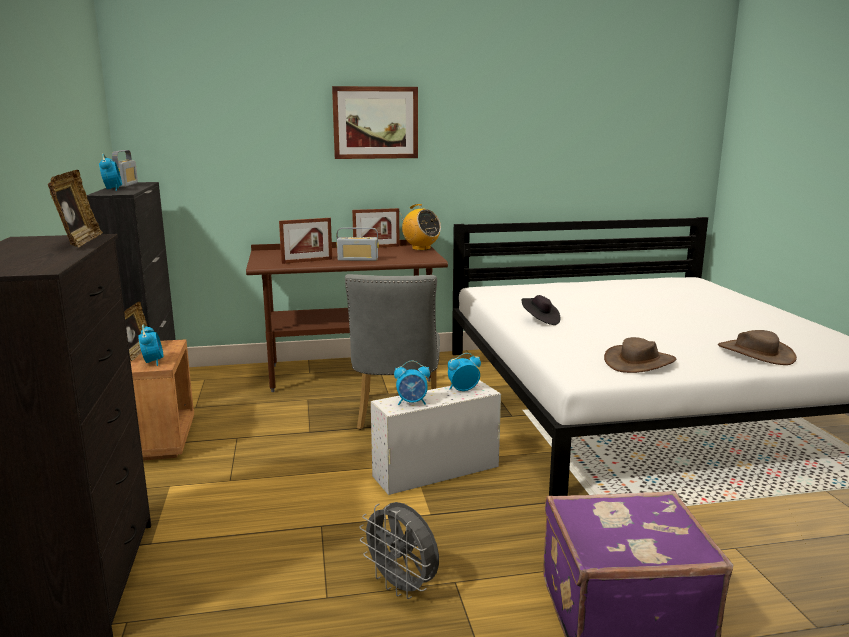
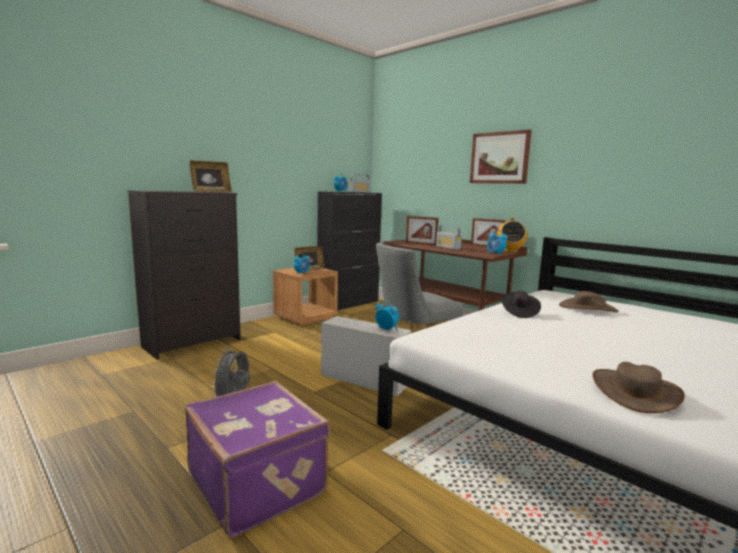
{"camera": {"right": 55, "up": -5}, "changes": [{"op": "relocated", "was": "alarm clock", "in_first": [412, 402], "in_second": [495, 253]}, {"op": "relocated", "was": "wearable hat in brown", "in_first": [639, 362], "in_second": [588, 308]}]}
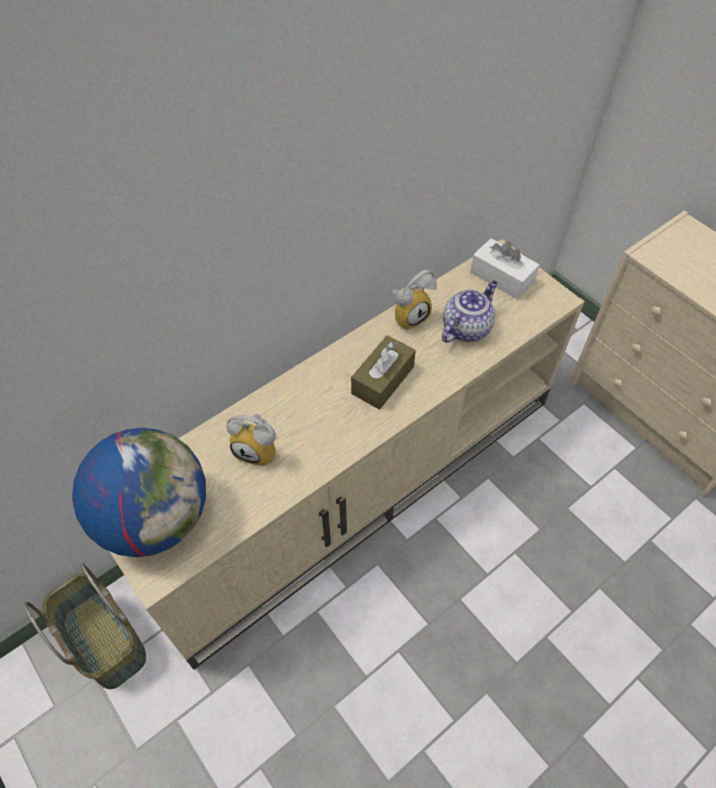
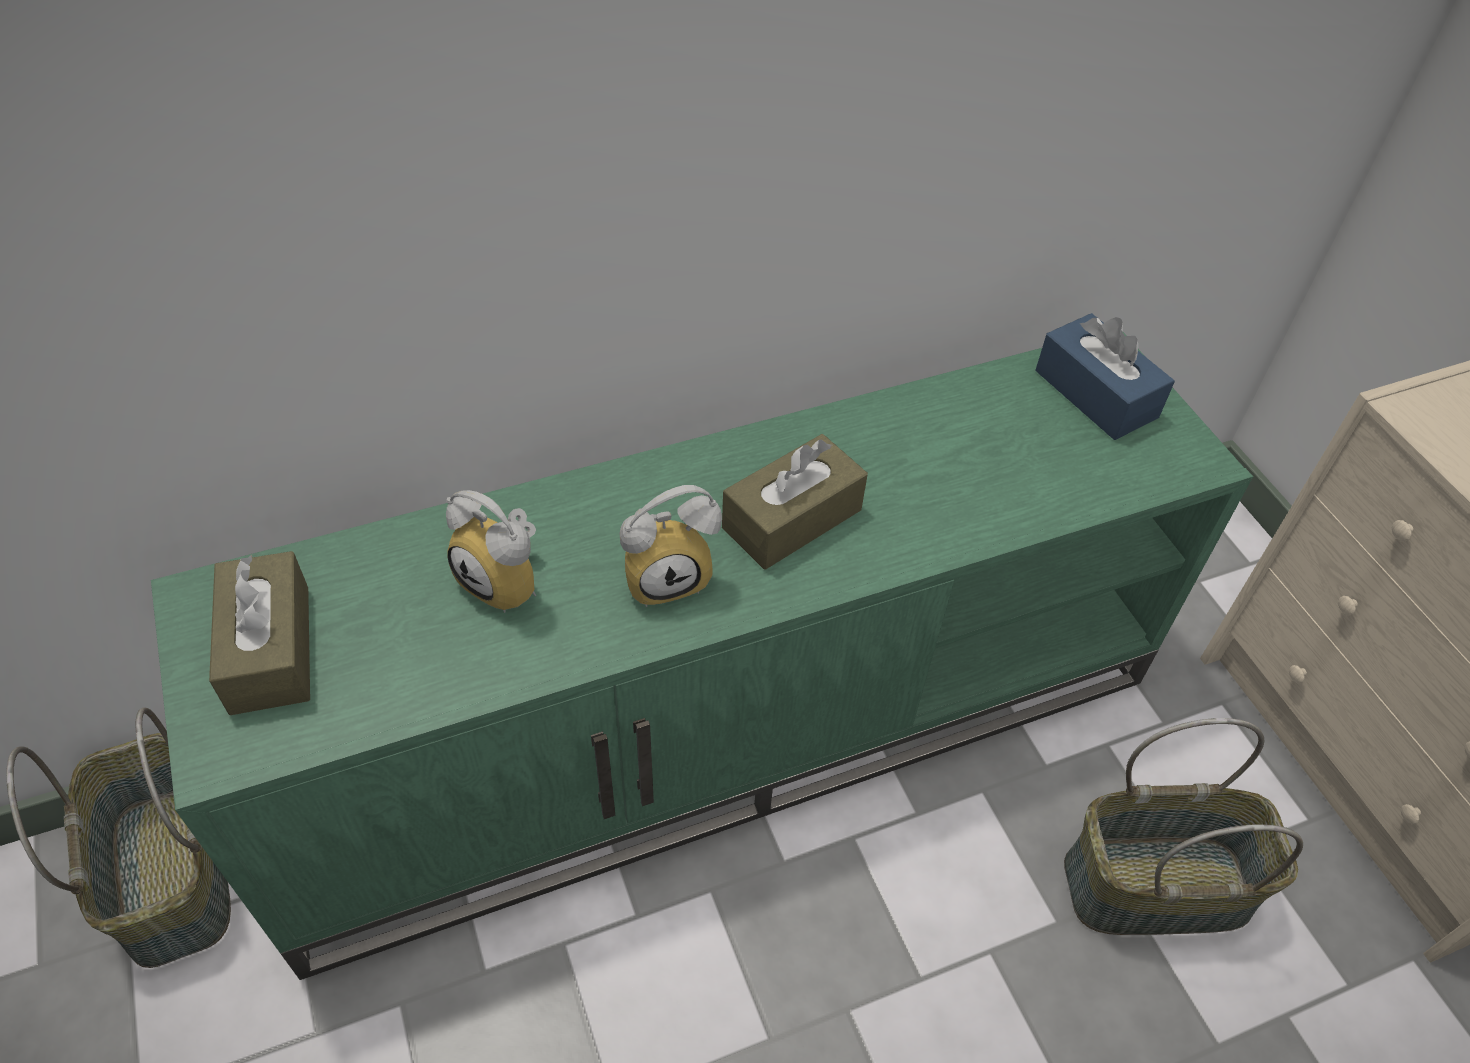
{"camera": {"right": 15, "up": -5}, "changes": [{"op": "missing", "was": "teapot", "in_first": [466, 328]}, {"op": "appeared", "now": "household basket", "in_second": [1157, 883]}, {"op": "relocated", "was": "alarm clock", "in_first": [409, 315], "in_second": [668, 575]}, {"op": "exchanged", "was": "globe", "now": "box of tissues in brown", "in_first": [156, 517], "in_second": [270, 649]}, {"op": "colour", "was": "media console in sand-coloured", "now": "media console in green-coloured", "in_first": [356, 481], "in_second": [725, 725]}, {"op": "colour", "was": "box of tissues in white", "now": "box of tissues in blue", "in_first": [502, 277], "in_second": [1095, 394]}]}
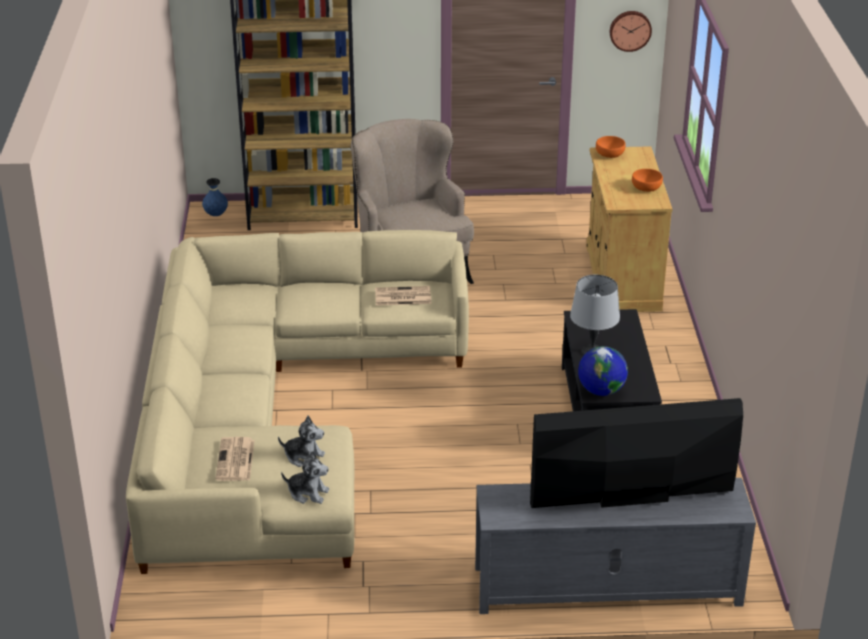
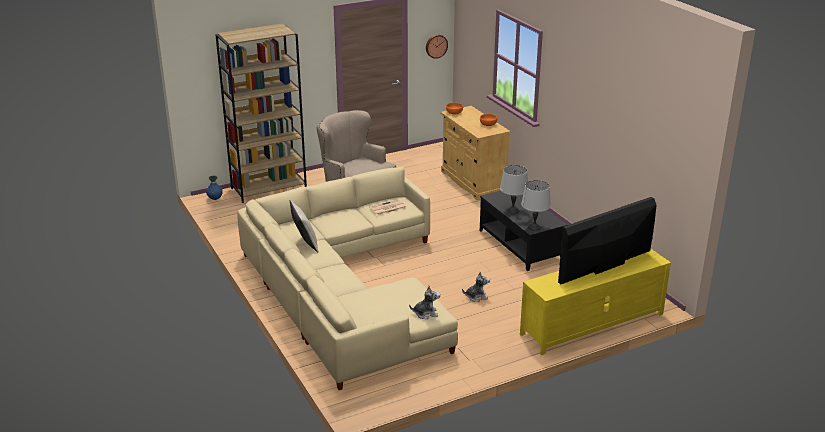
{"camera": {"right": -25, "up": -5}, "changes": [{"op": "missing", "was": "newspaper", "in_first": [235, 460]}, {"op": "appeared", "now": "cushion in sand-coloured", "in_second": [305, 243]}, {"op": "relocated", "was": "plush toy", "in_first": [304, 457], "in_second": [476, 297]}, {"op": "exchanged", "was": "globe", "now": "table lamp in gray", "in_first": [601, 391], "in_second": [534, 227]}, {"op": "colour", "was": "media console in gray", "now": "media console in yellow-coloured", "in_first": [606, 586], "in_second": [591, 324]}]}
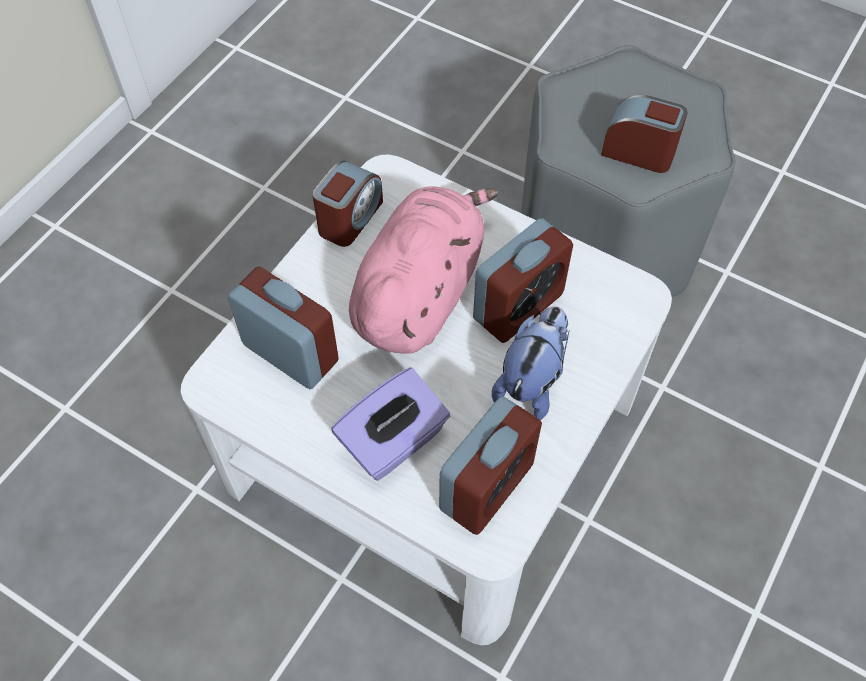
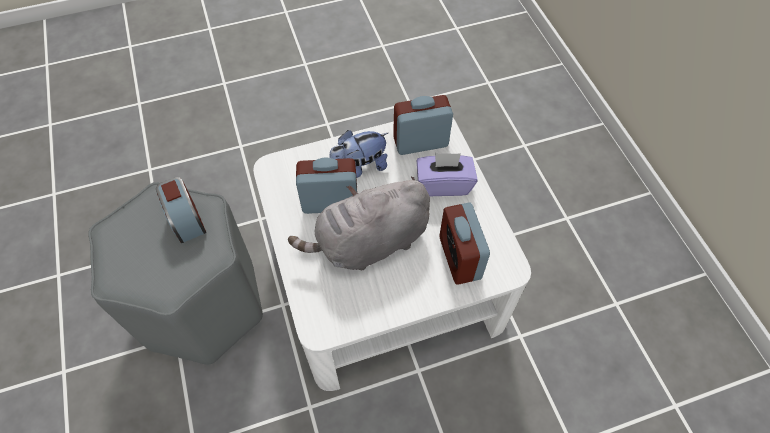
{"camera": {"right": -140, "up": 0}, "changes": [{"op": "missing", "was": "alarm clock", "in_first": [350, 218]}, {"op": "colour", "was": "plush toy in pink-coloured", "now": "plush toy in gray", "in_first": [420, 292], "in_second": [368, 243]}]}
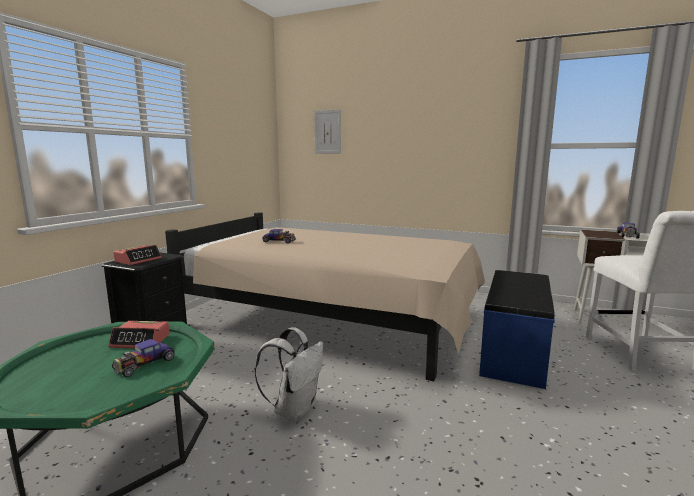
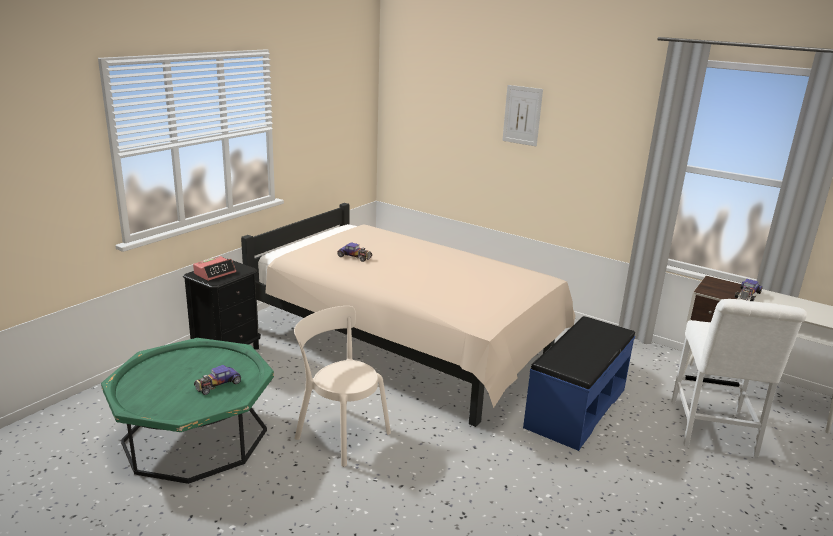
{"camera": {"right": 10, "up": 10}, "changes": [{"op": "missing", "was": "alarm clock", "in_first": [141, 341]}, {"op": "relocated", "was": "picture", "in_first": [327, 132], "in_second": [522, 115]}, {"op": "exchanged", "was": "knapsack in white", "now": "plain chair in sand-coloured", "in_first": [295, 409], "in_second": [339, 433]}]}
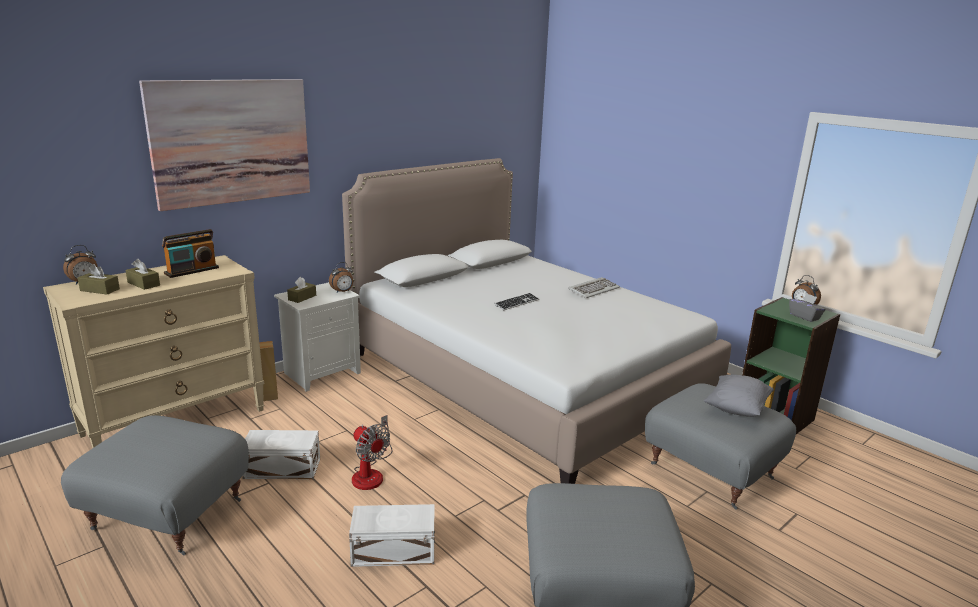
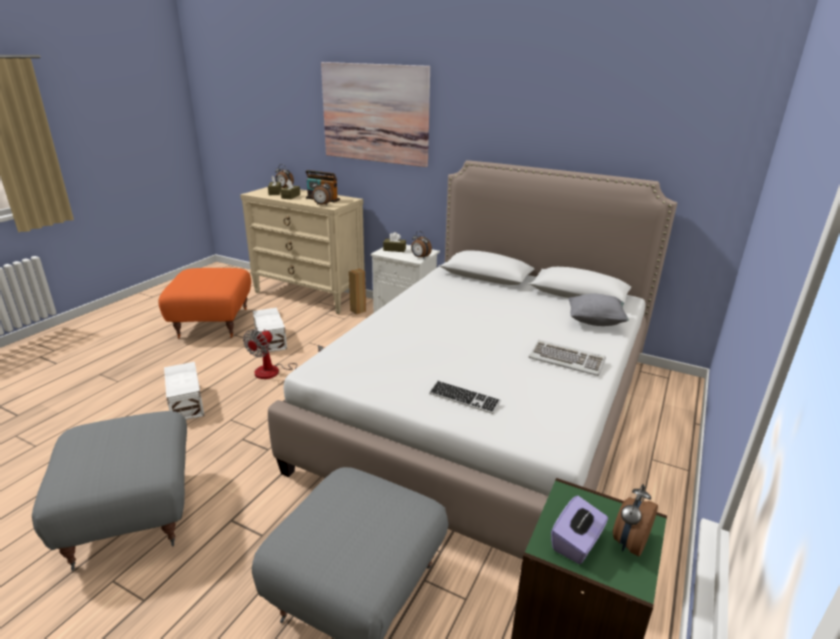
{"camera": {"right": 70, "up": 5}, "changes": [{"op": "appeared", "now": "alarm clock", "in_second": [322, 205]}, {"op": "relocated", "was": "computer keyboard", "in_first": [517, 303], "in_second": [464, 398]}, {"op": "relocated", "was": "cushion in gray", "in_first": [736, 408], "in_second": [595, 321]}, {"op": "colour", "was": "footrest in gray", "now": "footrest in orange", "in_first": [167, 515], "in_second": [213, 323]}, {"op": "colour", "was": "box of tissues in gray", "now": "box of tissues in purple", "in_first": [804, 317], "in_second": [576, 543]}]}
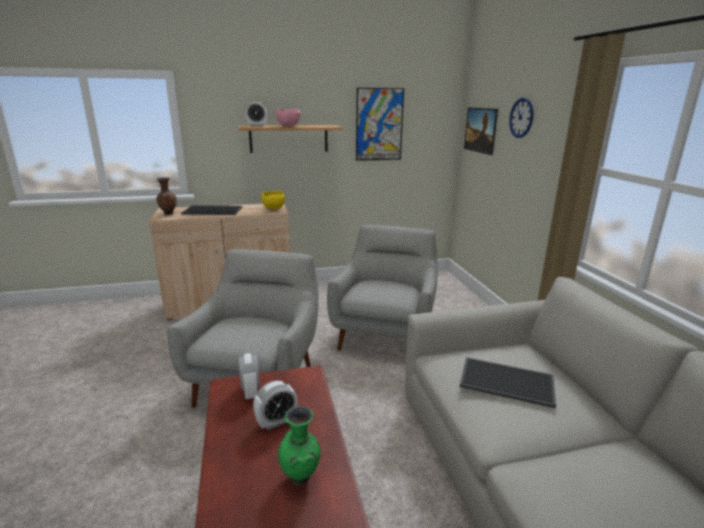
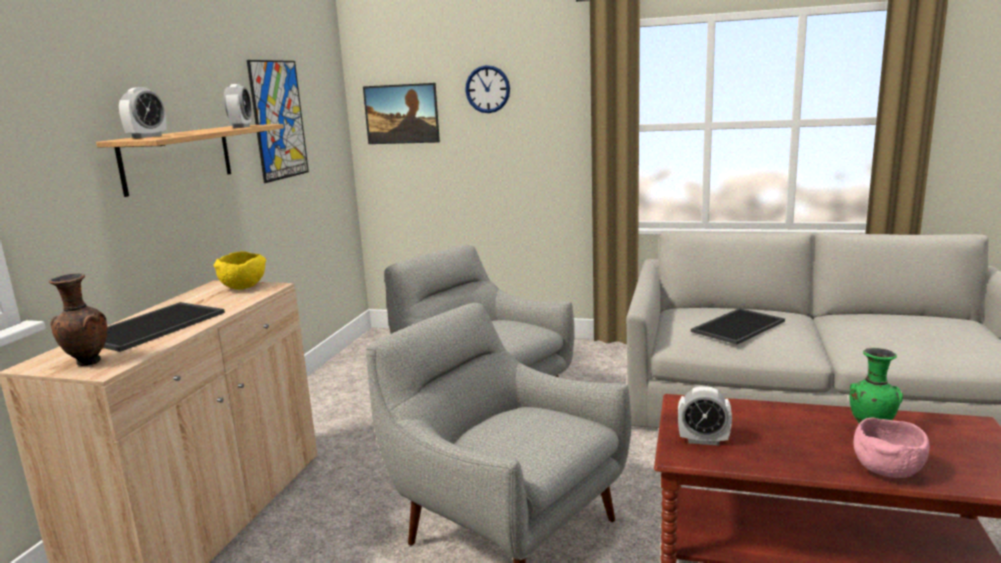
{"camera": {"right": -60, "up": -5}, "changes": [{"op": "relocated", "was": "alarm clock", "in_first": [276, 422], "in_second": [241, 127]}, {"op": "relocated", "was": "bowl in pink-coloured", "in_first": [289, 126], "in_second": [887, 471]}]}
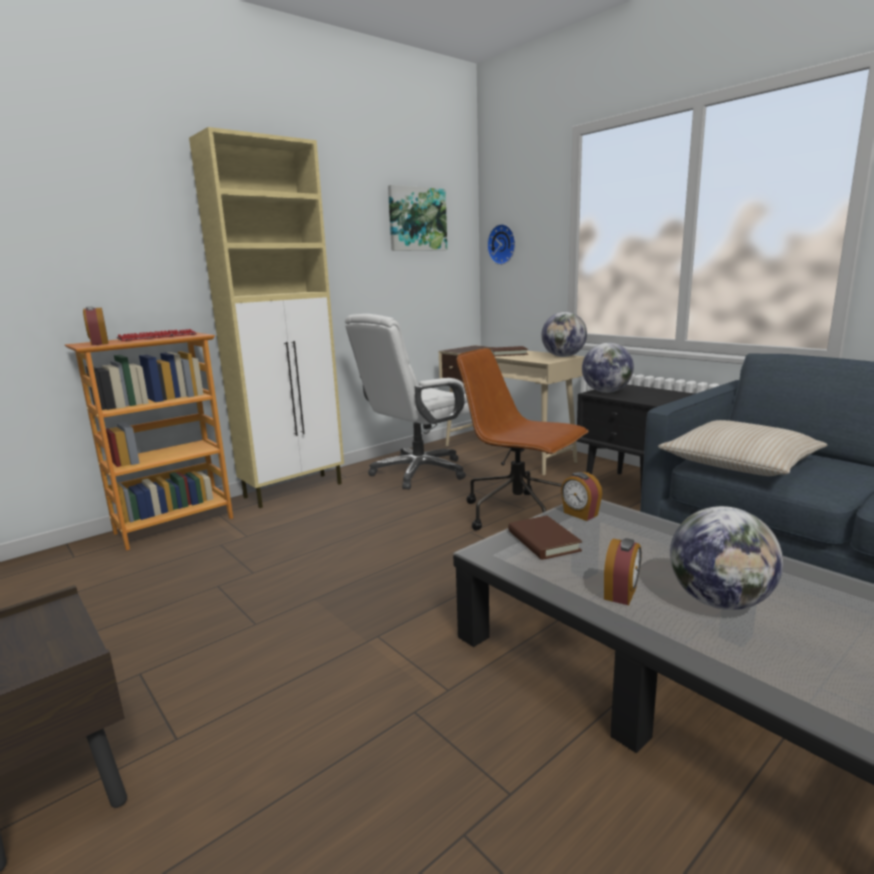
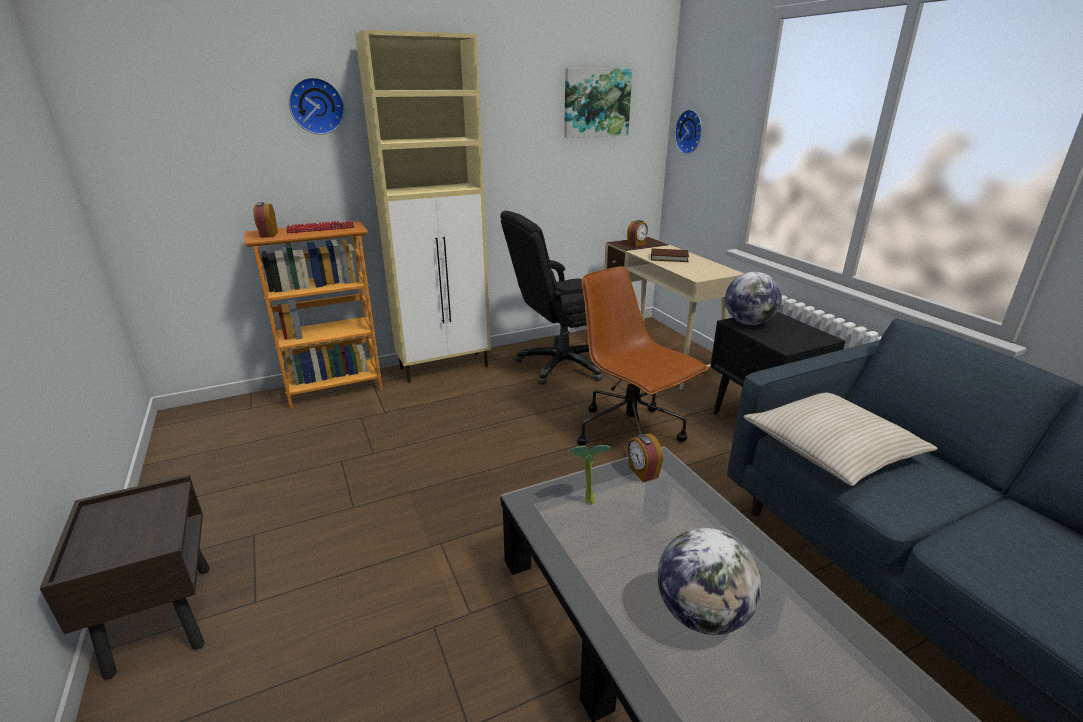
{"camera": {"right": 15, "up": 10}, "changes": [{"op": "missing", "was": "globe", "in_first": [563, 356]}, {"op": "appeared", "now": "hanging clock", "in_second": [316, 106]}, {"op": "relocated", "was": "alarm clock", "in_first": [621, 593], "in_second": [636, 244]}, {"op": "exchanged", "was": "bound book in brown", "now": "potted plant", "in_first": [543, 541], "in_second": [586, 499]}, {"op": "colour", "was": "computer chair in white", "now": "computer chair in black", "in_first": [418, 472], "in_second": [562, 365]}]}
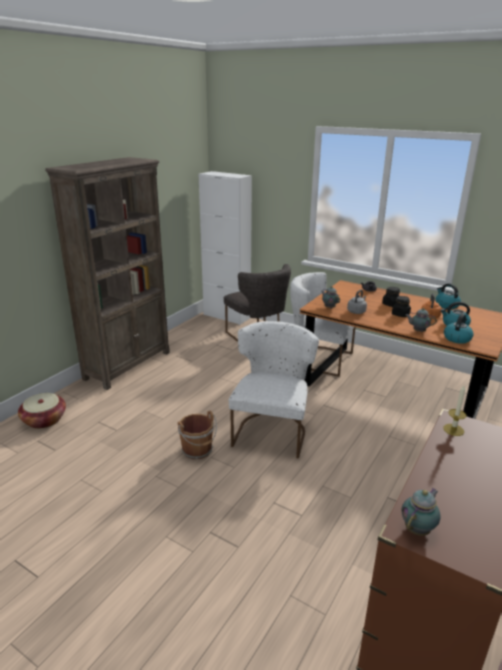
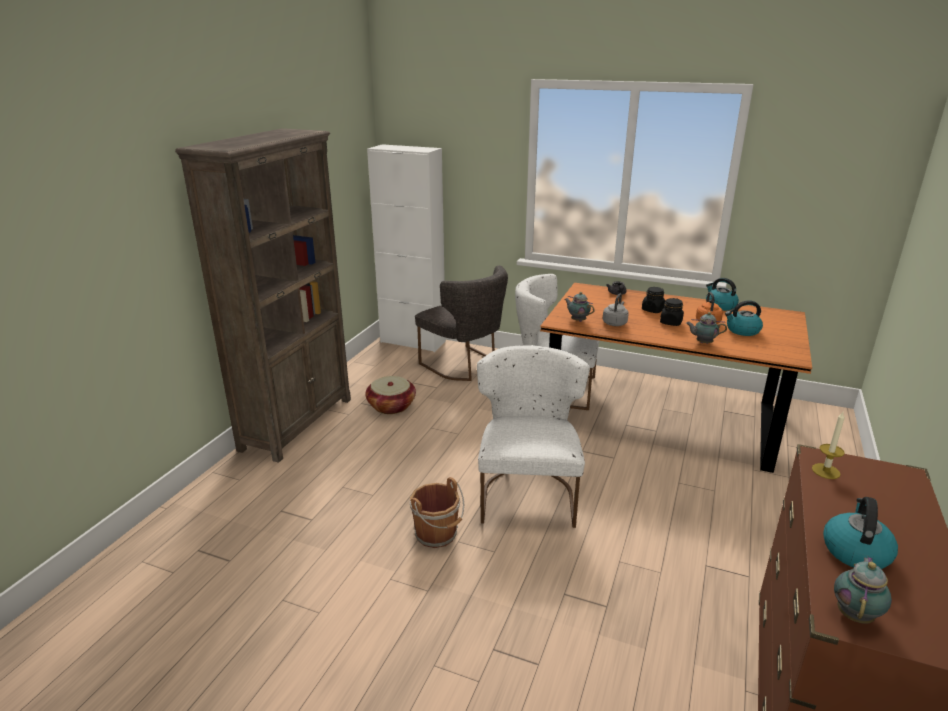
{"camera": {"right": -10, "up": 0}, "changes": [{"op": "relocated", "was": "household basket", "in_first": [44, 420], "in_second": [391, 406]}, {"op": "relocated", "was": "tea kettle", "in_first": [457, 338], "in_second": [855, 551]}]}
